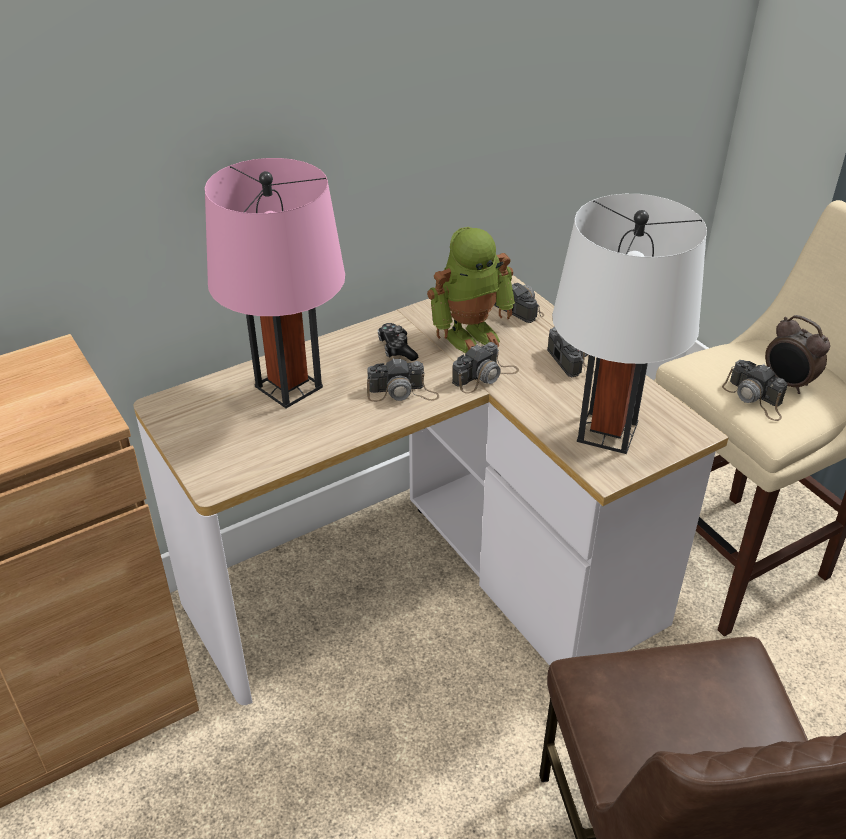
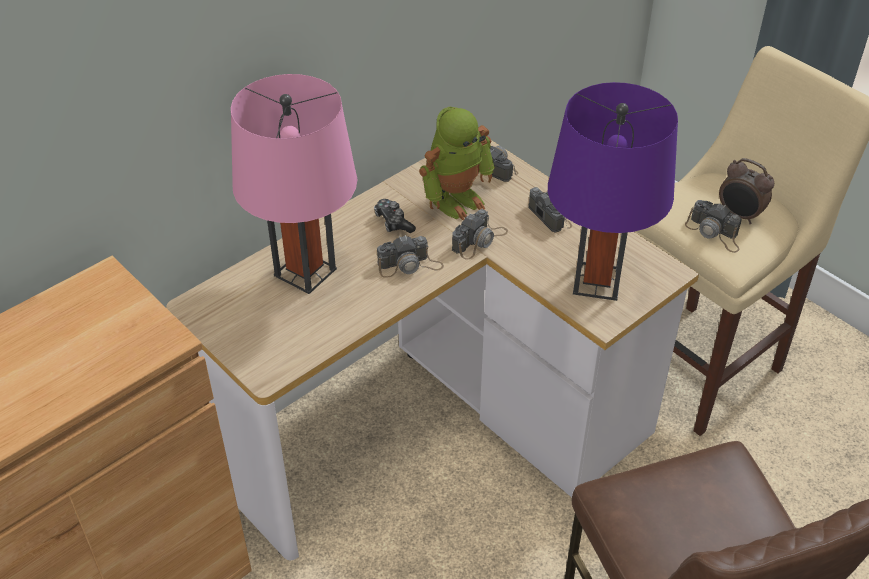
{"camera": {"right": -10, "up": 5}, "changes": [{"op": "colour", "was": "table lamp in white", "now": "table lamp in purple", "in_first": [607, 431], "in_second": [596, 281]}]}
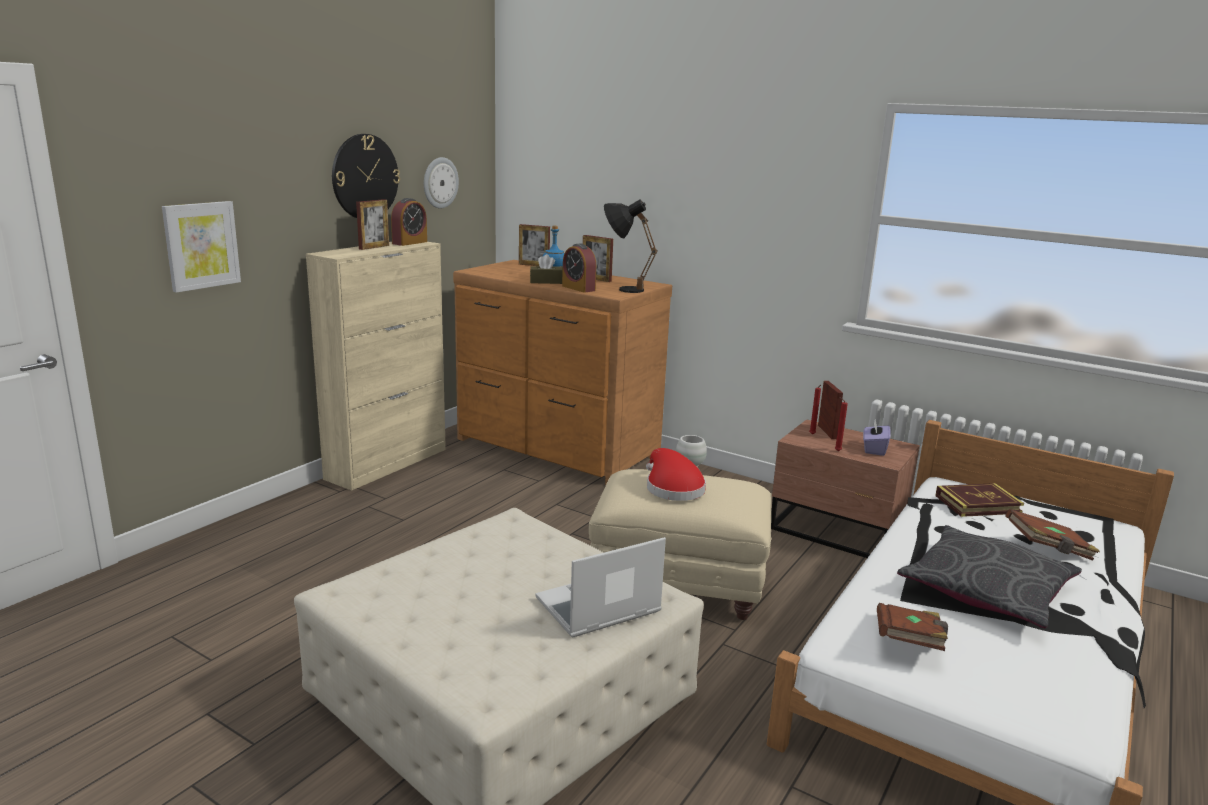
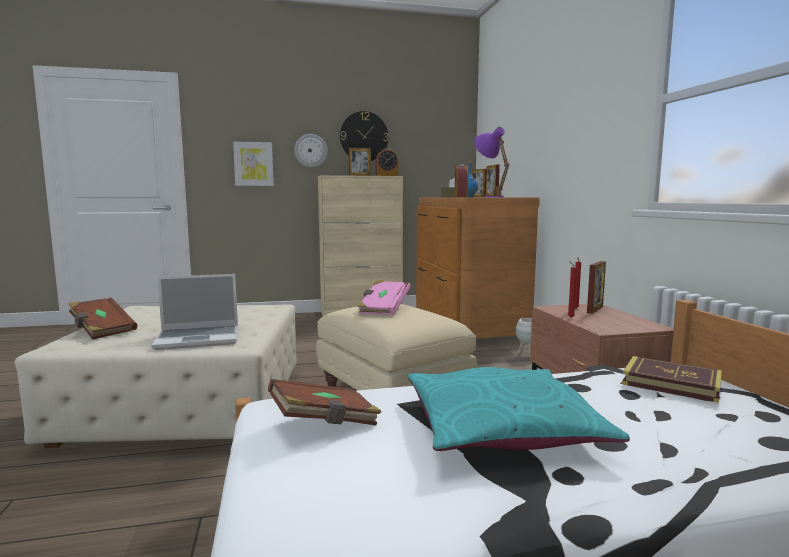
{"camera": {"right": 45, "up": -10}, "changes": [{"op": "missing", "was": "box of tissues in purple", "in_first": [874, 449]}, {"op": "relocated", "was": "hanging clock", "in_first": [440, 182], "in_second": [311, 150]}, {"op": "relocated", "was": "bound book in brown", "in_first": [1048, 549], "in_second": [102, 330]}, {"op": "exchanged", "was": "wearable hat in reddish", "now": "bound book in pink-coloured", "in_first": [672, 488], "in_second": [383, 309]}, {"op": "colour", "was": "table lamp in black", "now": "table lamp in purple", "in_first": [622, 289], "in_second": [490, 197]}, {"op": "colour", "was": "cushion in gray", "now": "cushion in turquoise-coloured", "in_first": [986, 590], "in_second": [501, 427]}, {"op": "spun", "was": "portable computer", "in_first": [597, 607], "in_second": [199, 339], "clockwise": 150}]}
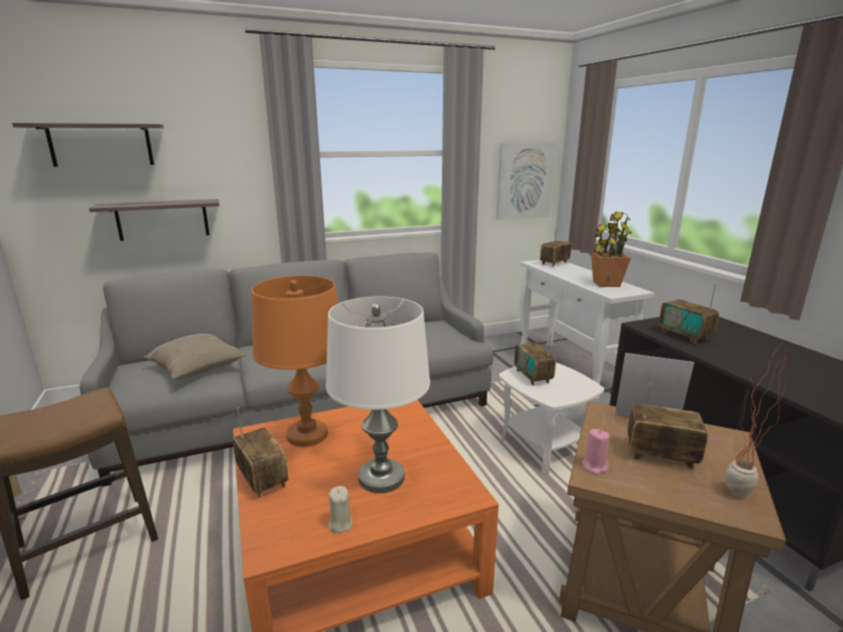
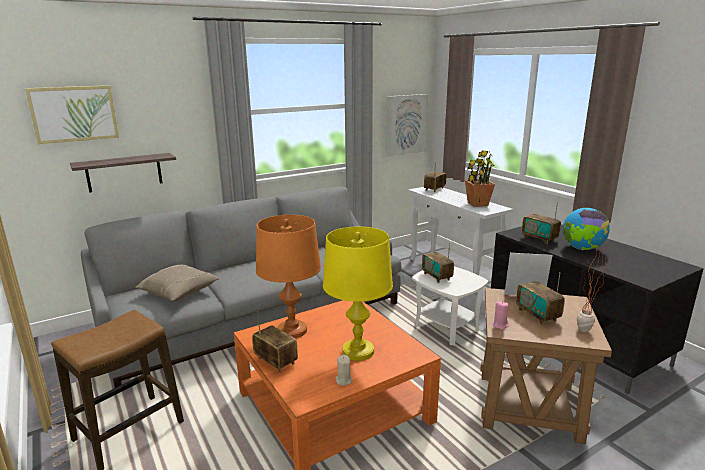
{"camera": {"right": -10, "up": 0}, "changes": [{"op": "appeared", "now": "globe", "in_second": [582, 249]}, {"op": "exchanged", "was": "wall shelf", "now": "picture", "in_first": [101, 145], "in_second": [74, 113]}, {"op": "colour", "was": "table lamp in white", "now": "table lamp in yellow-coloured", "in_first": [381, 478], "in_second": [358, 351]}, {"op": "spun", "was": "radio", "in_first": [661, 456], "in_second": [537, 315], "clockwise": -120}]}
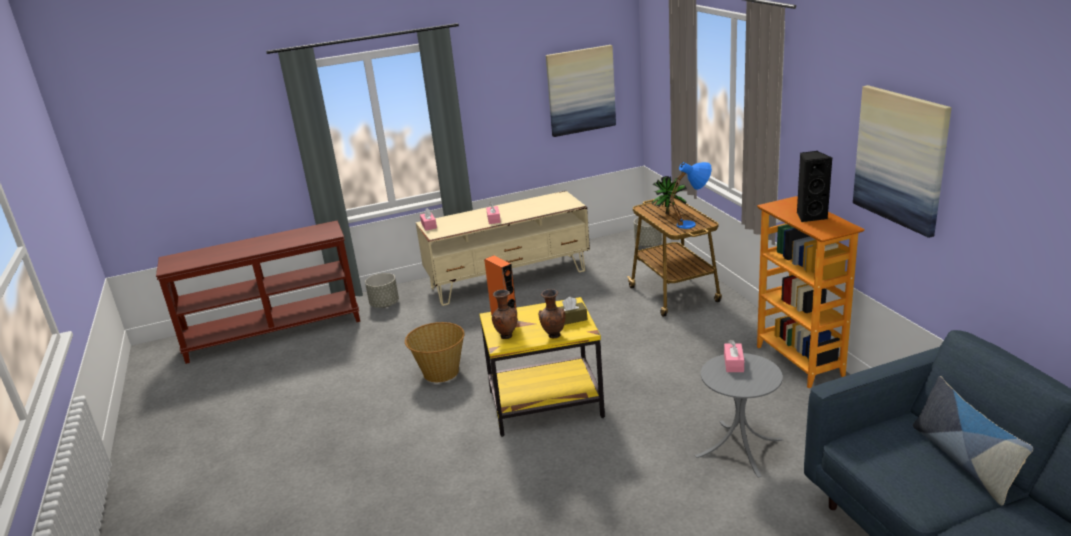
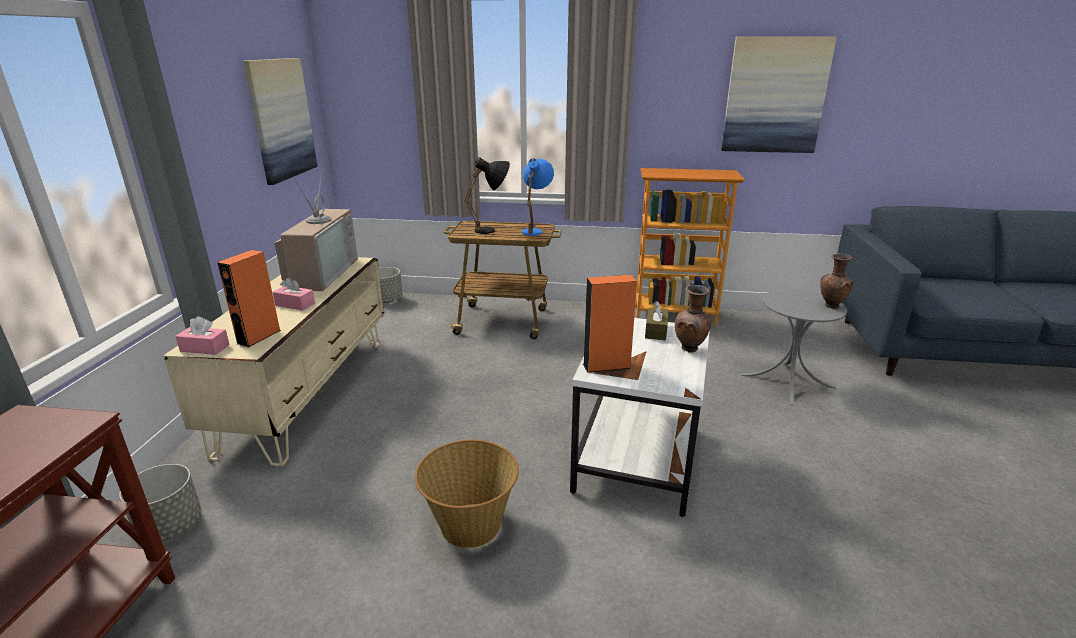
{"camera": {"right": -65, "up": 0}, "changes": [{"op": "missing", "was": "box of tissues in pink-coloured", "in_first": [733, 363]}, {"op": "missing", "was": "speaker in black", "in_first": [810, 216]}, {"op": "missing", "was": "cushion", "in_first": [963, 461]}, {"op": "appeared", "now": "speaker in orange", "in_second": [259, 337]}, {"op": "appeared", "now": "TV set", "in_second": [321, 273]}, {"op": "relocated", "was": "flower vase in brown", "in_first": [506, 336], "in_second": [830, 306]}, {"op": "exchanged", "was": "potted plant", "now": "table lamp in black", "in_first": [669, 213], "in_second": [492, 230]}, {"op": "colour", "was": "accent table in yellow-coloured", "now": "accent table in white", "in_first": [545, 404], "in_second": [635, 459]}]}
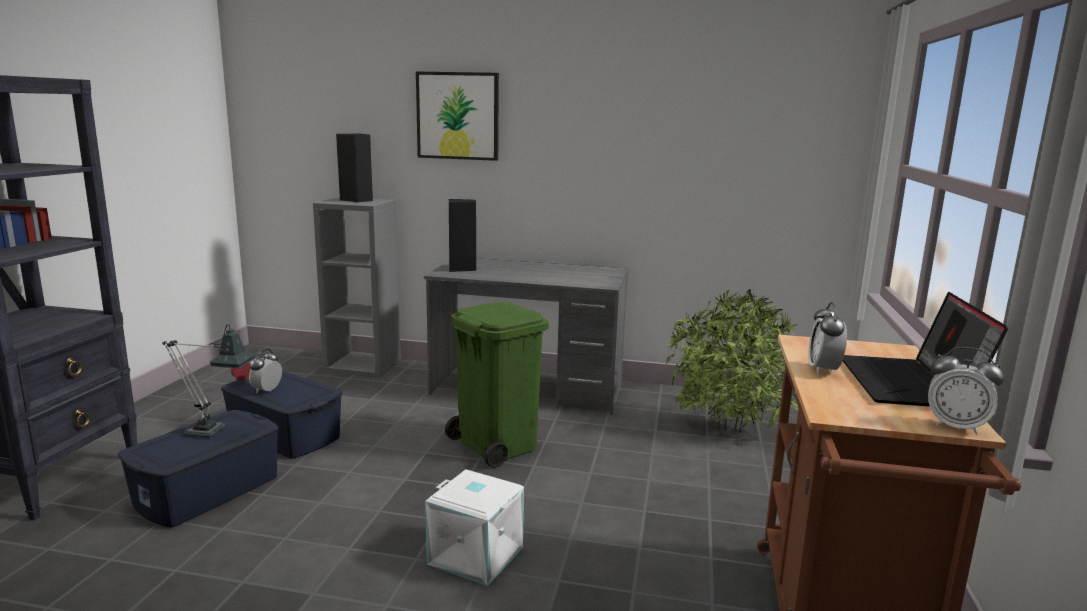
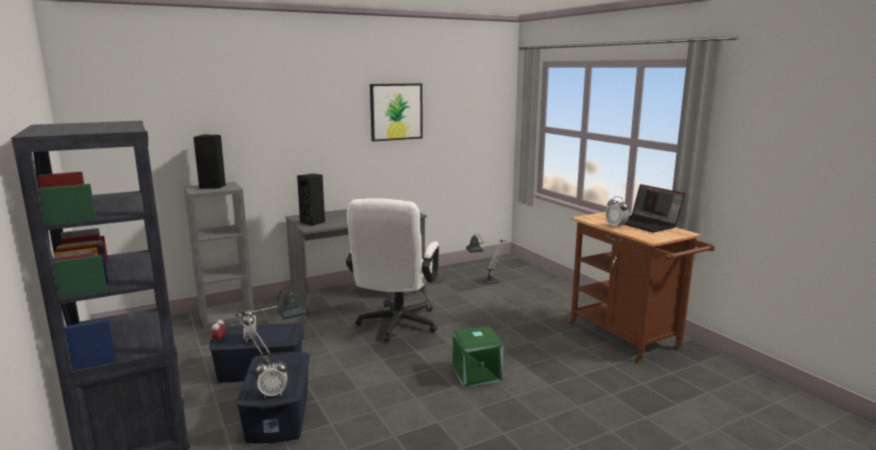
{"camera": {"right": -40, "up": 0}, "changes": [{"op": "relocated", "was": "picture", "in_first": [458, 116], "in_second": [396, 111]}, {"op": "relocated", "was": "alarm clock", "in_first": [956, 427], "in_second": [273, 394]}, {"op": "exchanged", "was": "trash can in green-coloured", "now": "computer chair in white", "in_first": [496, 444], "in_second": [396, 326]}, {"op": "exchanged", "was": "potted plant", "now": "table lamp", "in_first": [726, 430], "in_second": [485, 282]}, {"op": "colour", "was": "storage box in white", "now": "storage box in green-coloured", "in_first": [477, 555], "in_second": [476, 373]}]}
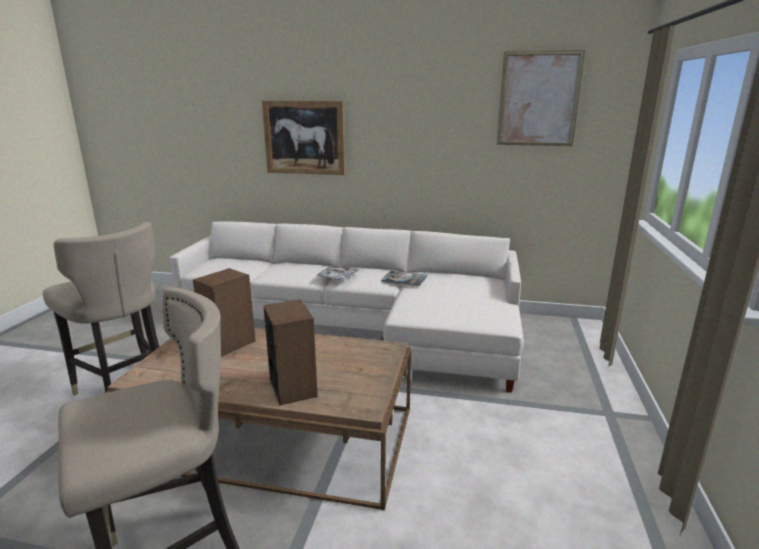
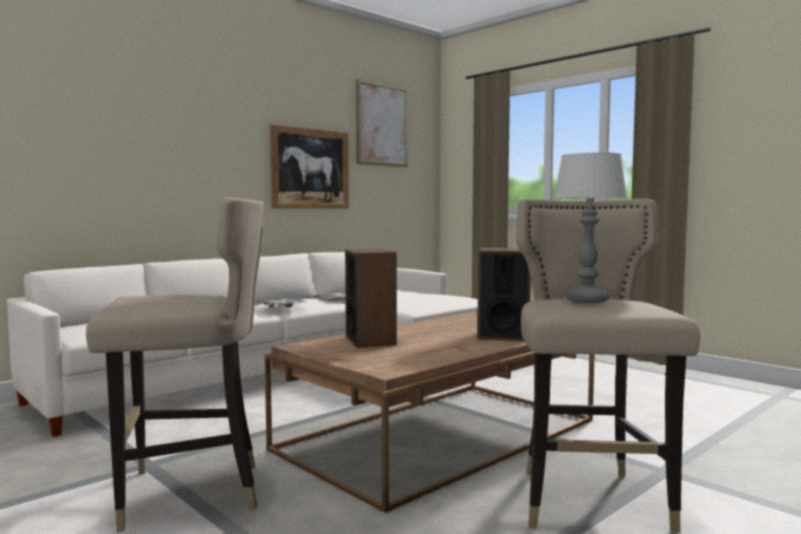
{"camera": {"right": -55, "up": -15}, "changes": [{"op": "appeared", "now": "table lamp", "in_second": [587, 300]}, {"op": "relocated", "was": "picture", "in_first": [304, 137], "in_second": [310, 168]}]}
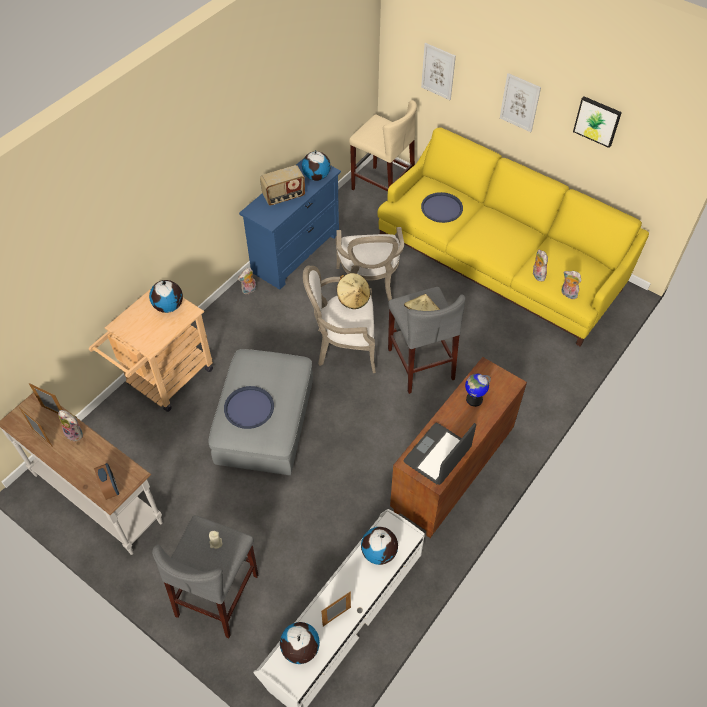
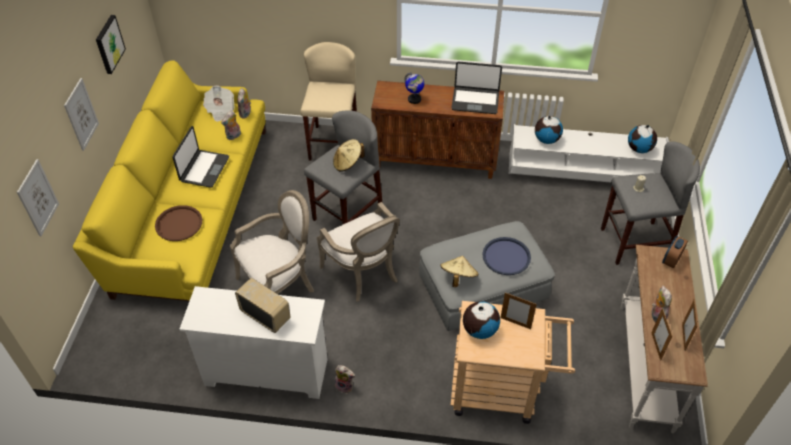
{"camera": {"right": -120, "up": -5}, "changes": [{"op": "missing", "was": "globe", "in_first": [316, 176]}, {"op": "appeared", "now": "portable computer", "in_second": [204, 169]}, {"op": "appeared", "now": "newspaper", "in_second": [220, 110]}, {"op": "relocated", "was": "photo frame", "in_first": [336, 617], "in_second": [515, 323]}, {"op": "relocated", "was": "wearable hat in sand-coloured", "in_first": [353, 298], "in_second": [458, 277]}, {"op": "relocated", "was": "stool in sand-coloured", "in_first": [382, 187], "in_second": [333, 144]}, {"op": "colour", "was": "chest of drawers in blue", "now": "chest of drawers in white", "in_first": [296, 252], "in_second": [266, 372]}, {"op": "colour", "was": "serving tray in blue", "now": "serving tray in brown", "in_first": [441, 208], "in_second": [179, 224]}]}
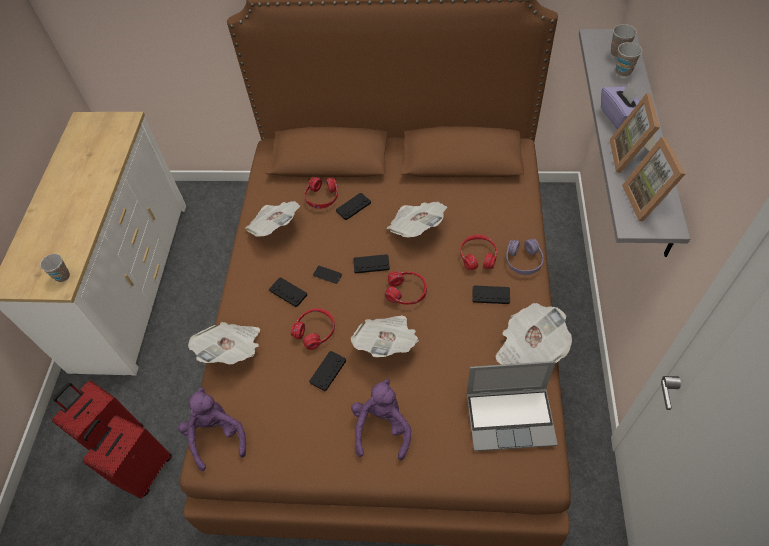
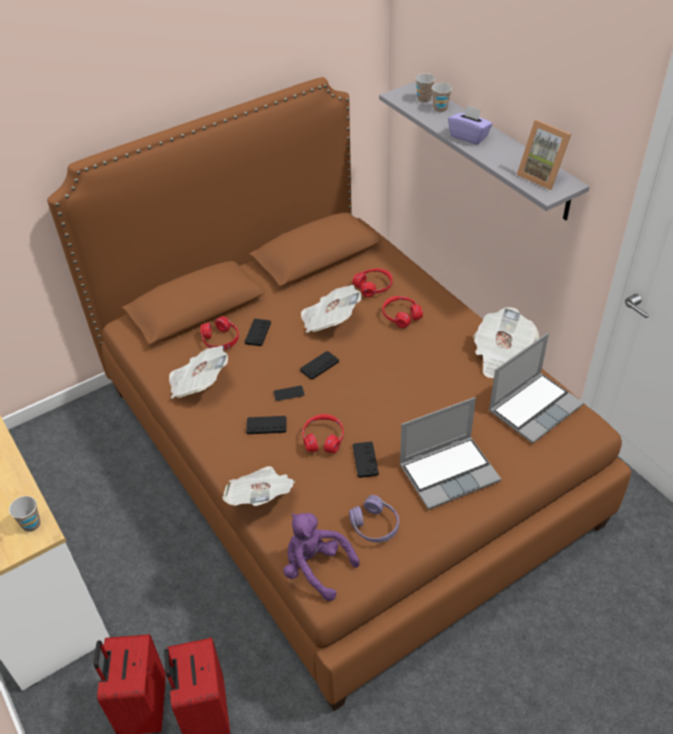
{"camera": {"right": -40, "up": -10}, "changes": [{"op": "missing", "was": "newspaper", "in_first": [387, 343]}, {"op": "missing", "was": "game controller in black", "in_first": [491, 295]}, {"op": "missing", "was": "photo frame", "in_first": [631, 156]}, {"op": "relocated", "was": "pair of headphones in reddish", "in_first": [406, 292], "in_second": [373, 287]}, {"op": "relocated", "was": "pair of headphones in purple", "in_first": [523, 261], "in_second": [374, 525]}, {"op": "exchanged", "was": "plush toy in purple", "now": "portable computer", "in_first": [382, 427], "in_second": [449, 472]}]}
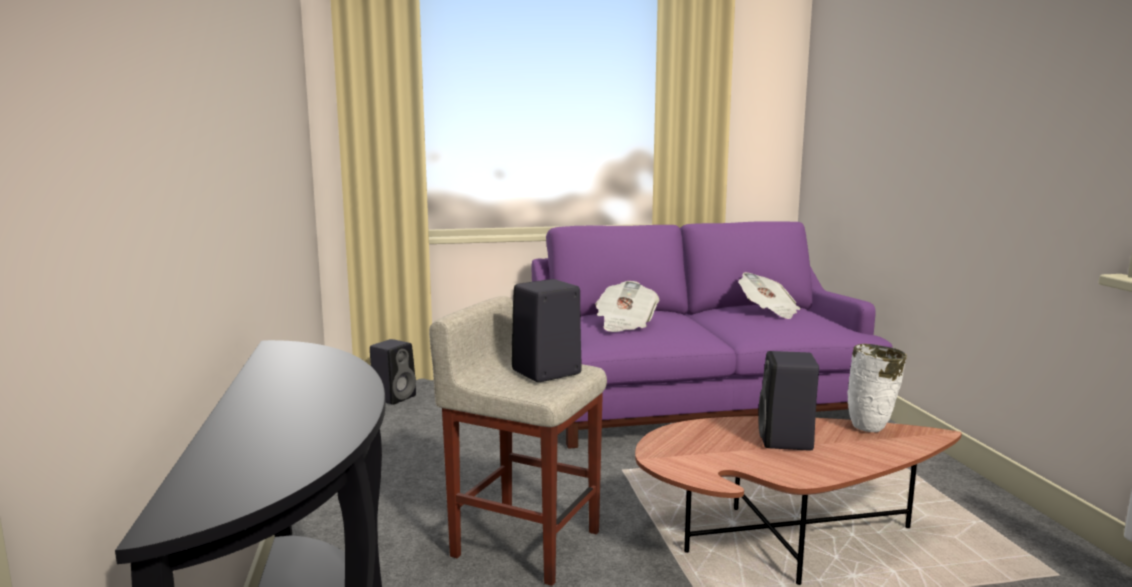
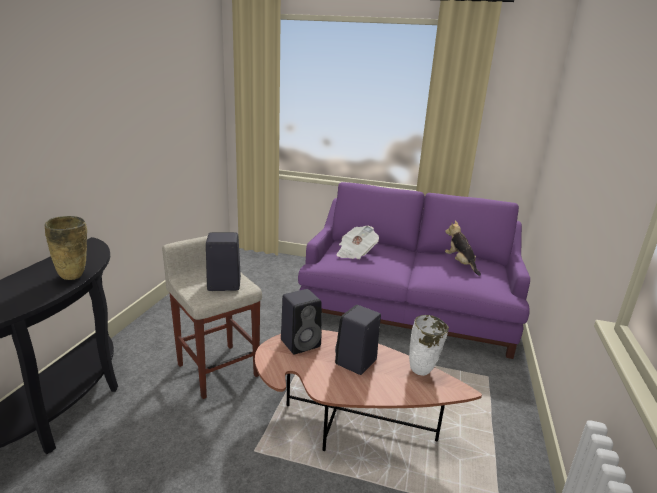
{"camera": {"right": 25, "up": 10}, "changes": [{"op": "appeared", "now": "flower vase in sand-coloured", "in_second": [74, 277]}, {"op": "relocated", "was": "speaker in black", "in_first": [394, 397], "in_second": [301, 343]}, {"op": "exchanged", "was": "newspaper", "now": "plush toy", "in_first": [768, 312], "in_second": [460, 264]}]}
